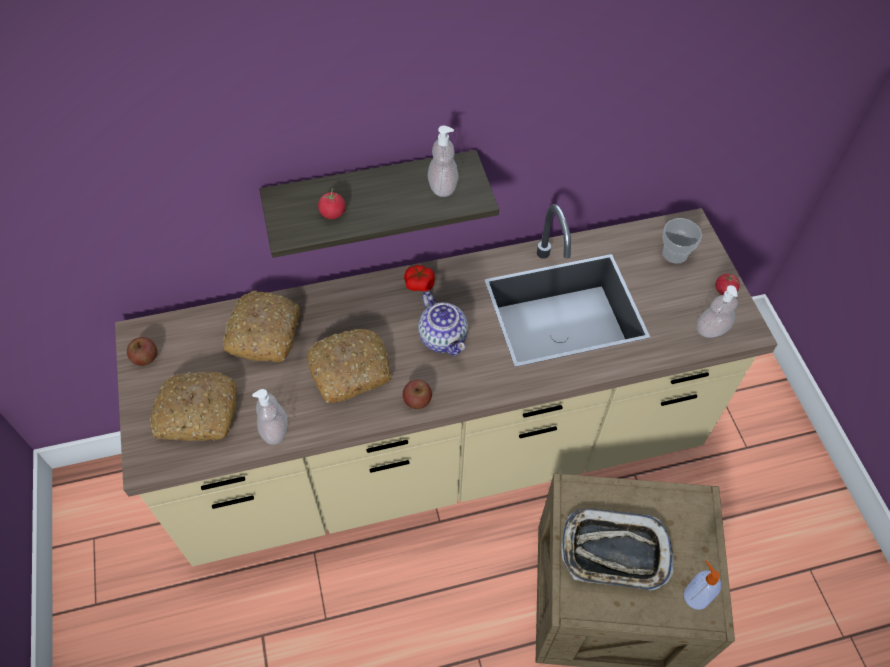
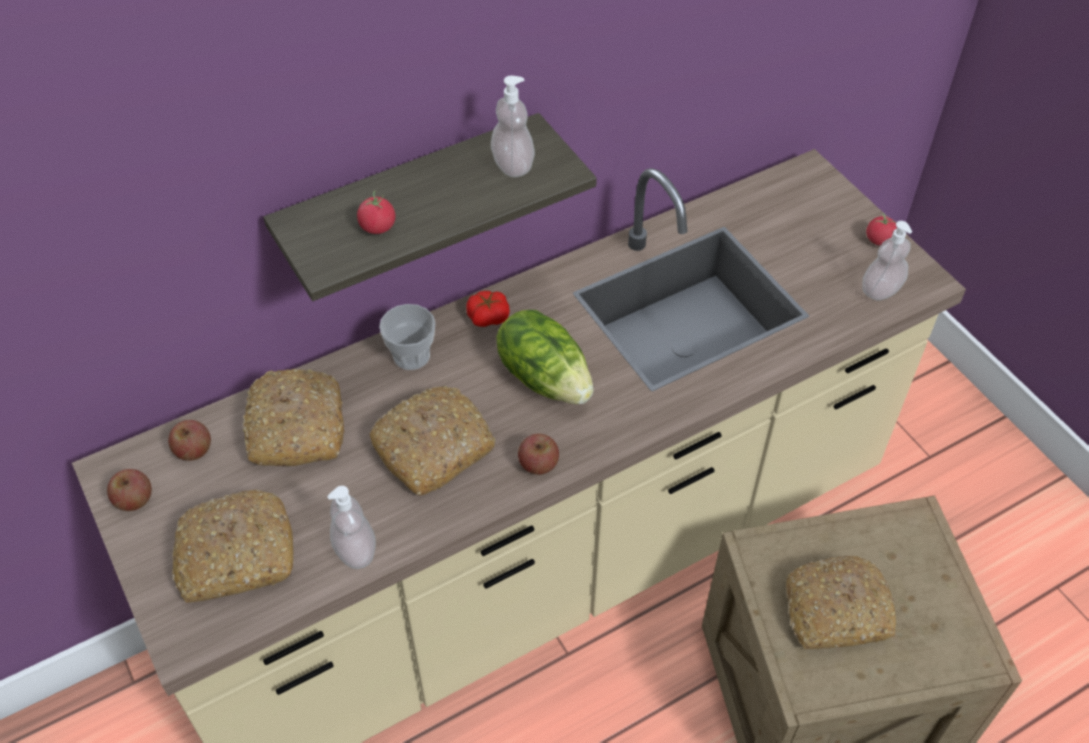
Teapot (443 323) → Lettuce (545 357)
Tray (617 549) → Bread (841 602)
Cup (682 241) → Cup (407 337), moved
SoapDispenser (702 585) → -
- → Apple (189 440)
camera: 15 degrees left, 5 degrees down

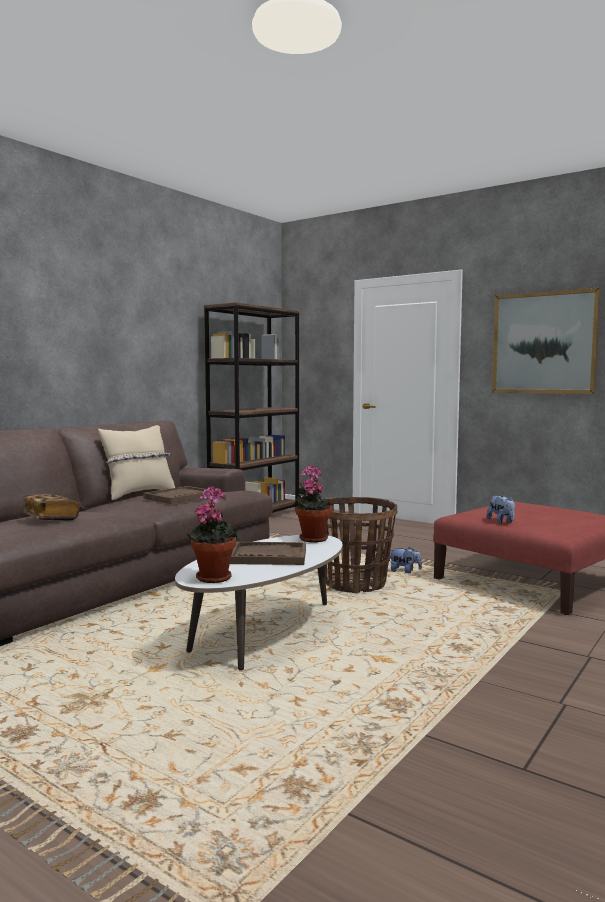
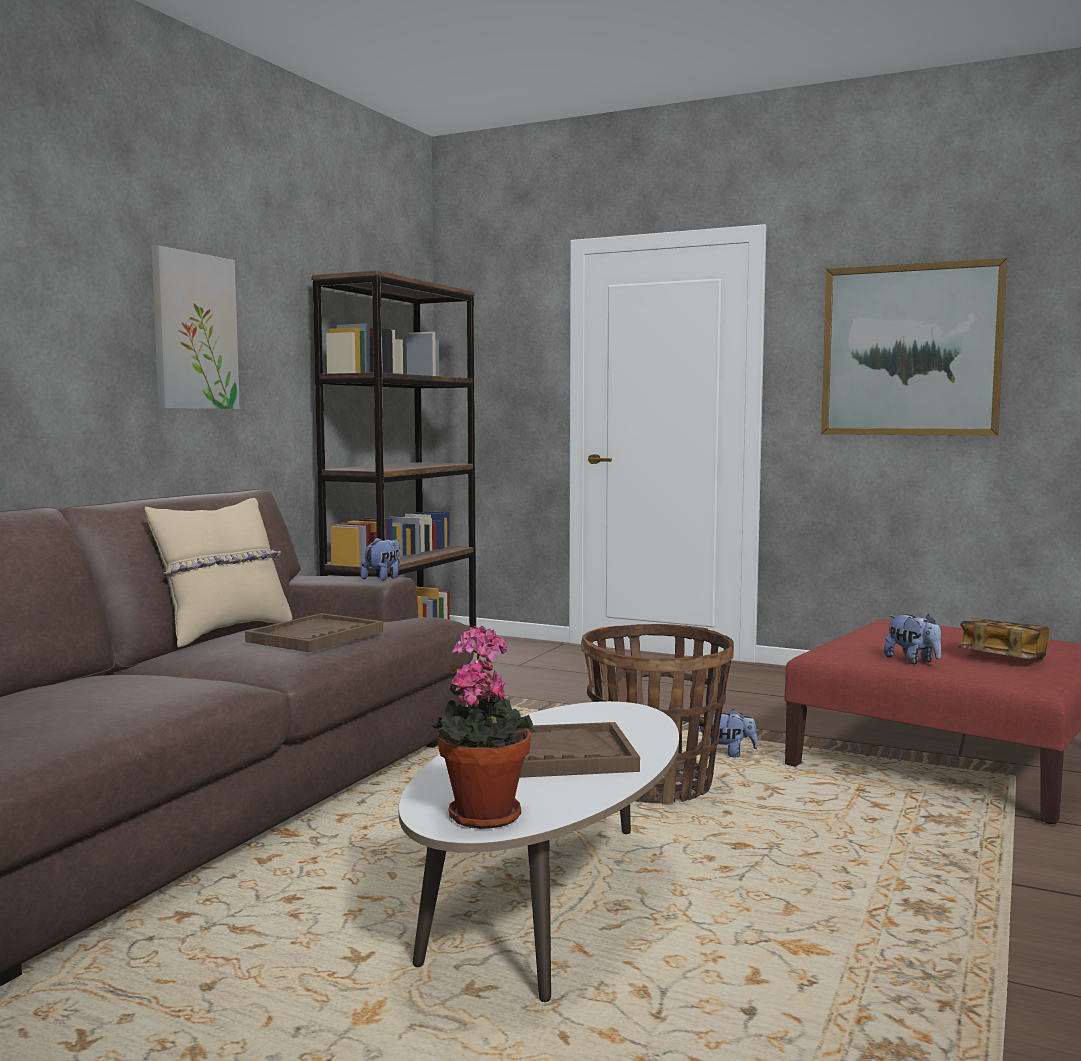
Book (50 507) → Book (1003 639), moved
PottedPlant (312 504) → -
- → Picture (196 327)
- → PlushToy (380 559)
camera: 10 degrees left, 0 degrees up

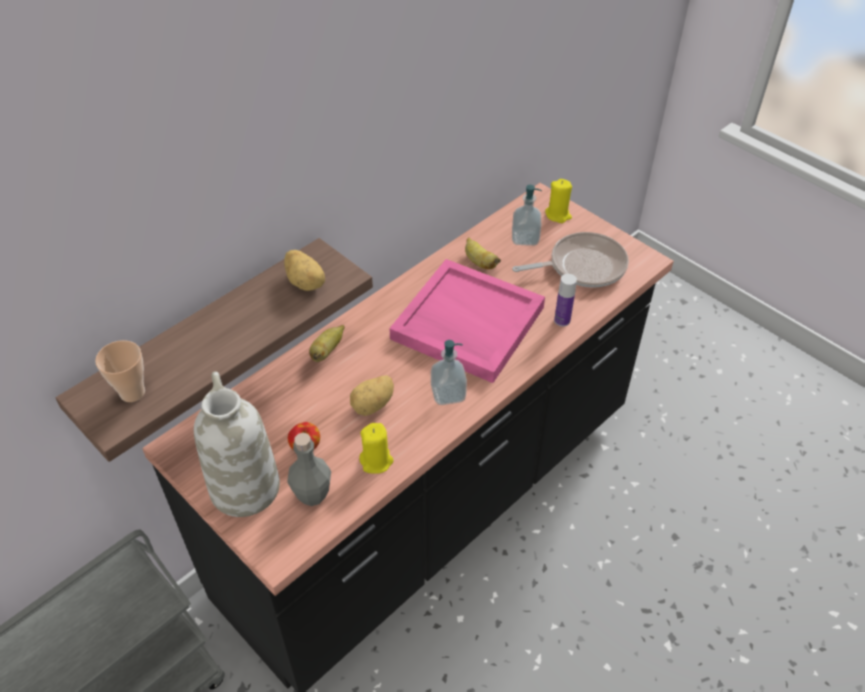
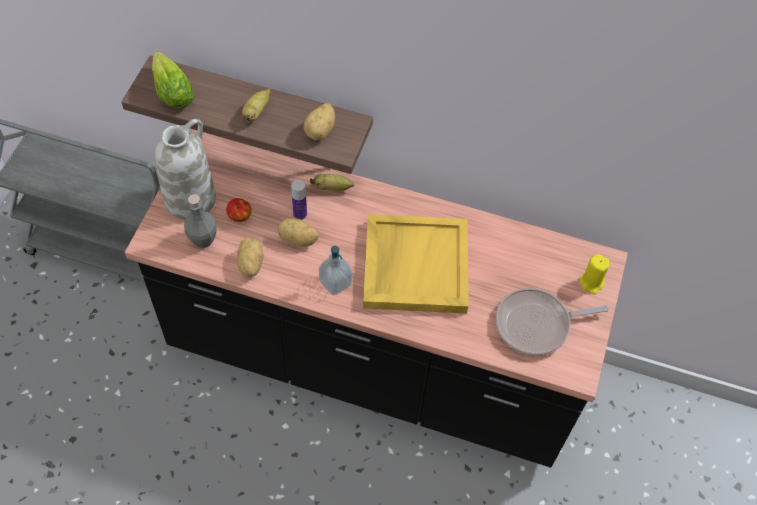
Cup (120 371) → Lettuce (172 80)
YellowCandle (376 448) → Potato (250 257)
PinkTray (467 321) → YellowTray (416 263)
Banana (483 253) → Banana (256 105), moved
SoapDispenser (527 215) → -
FryingPan (570 260) → FryingPan (552 322), 120 degrees clockwise
Bottle (565 300) → Bottle (299 200), moved
camera: 60 degrees right, 10 degrees up

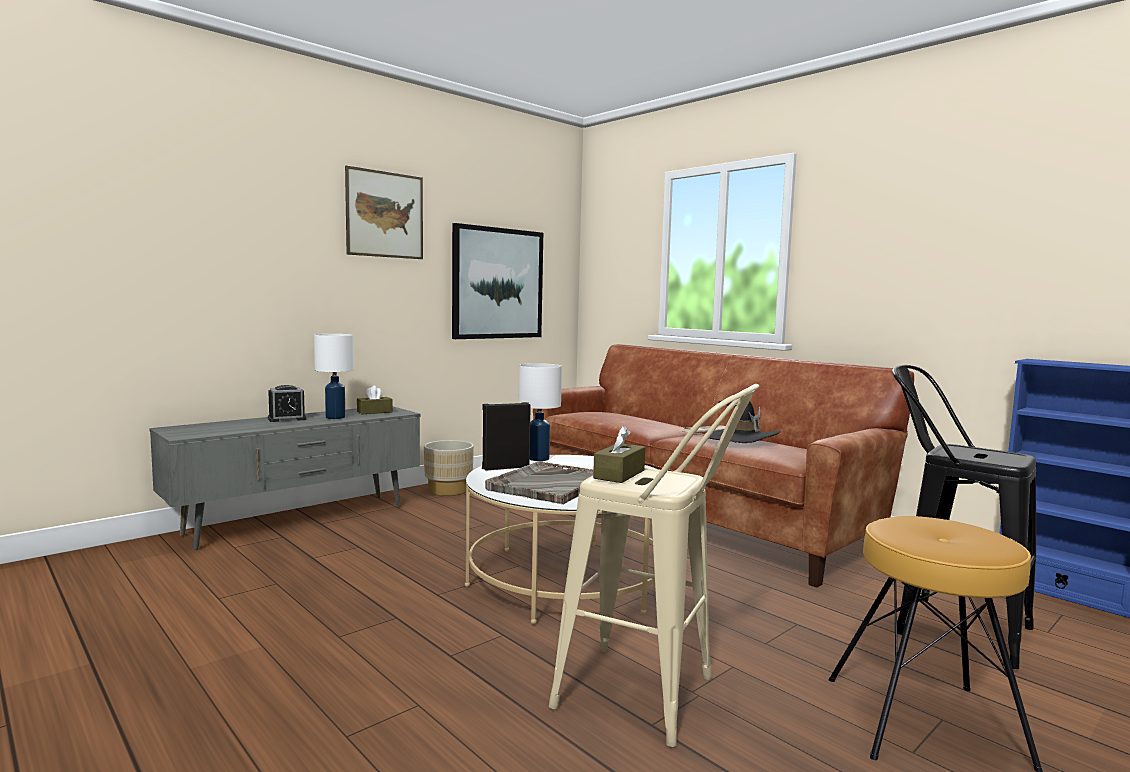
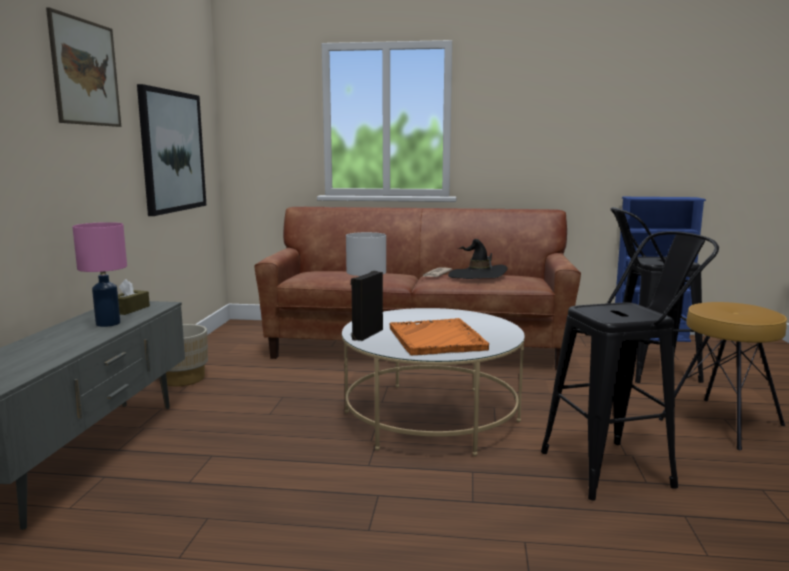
AlarmClock (287 403) → -
WhiteTableLamp (334 376) → PinkTableLamp (99 274)
GreyTray (539 482) → OrangeTray (439 336)
BeigeStool (654 565) → BlackStool (630 366)
BrownTissueBox (619 454) → -
camera: 40 degrees left, 5 degrees up

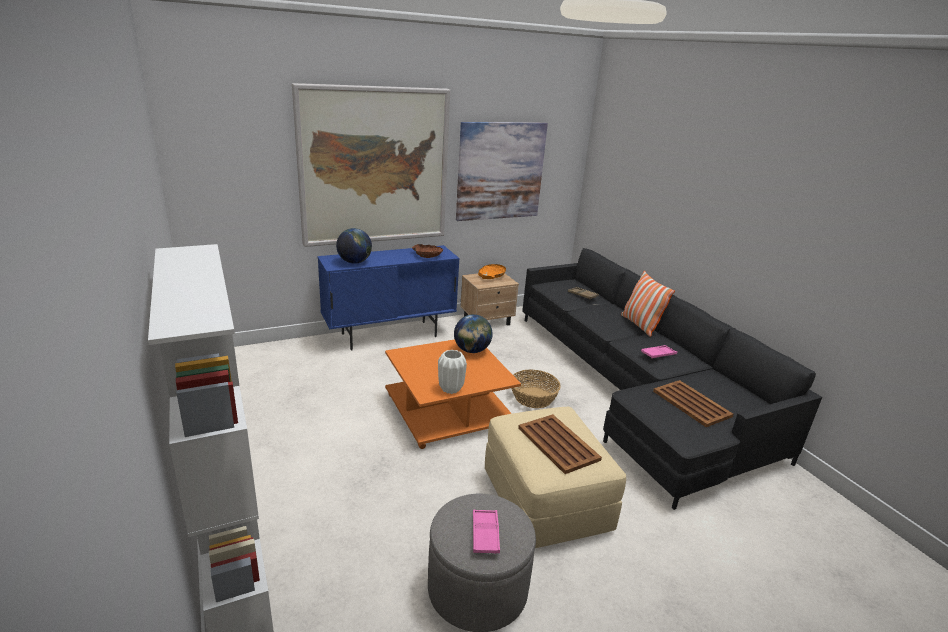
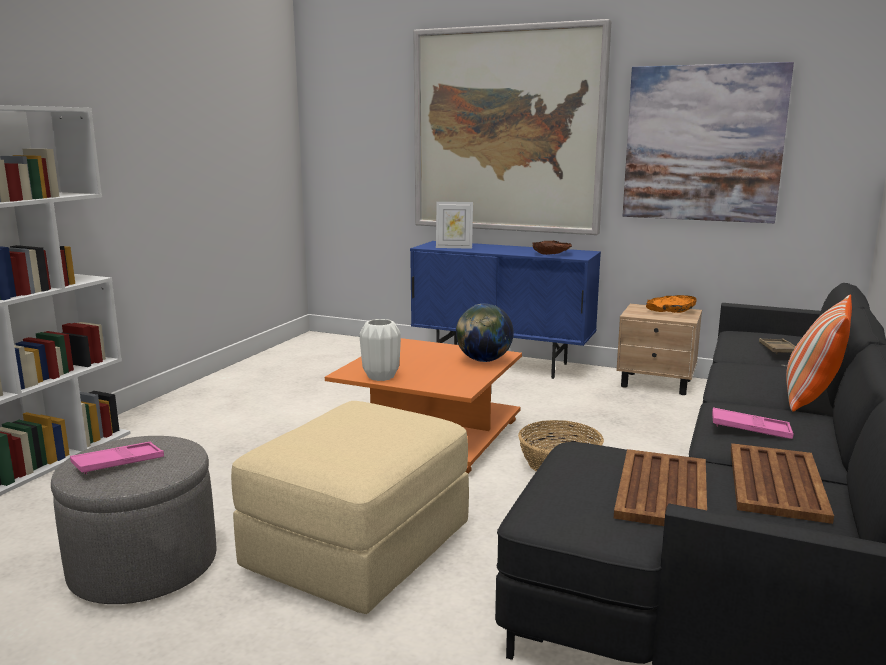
Globe (354 246) → PictureFrame (454 225)
BrownTray (560 444) → BrownTray (782 483), moved
camera: 50 degrees right, 10 degrees down

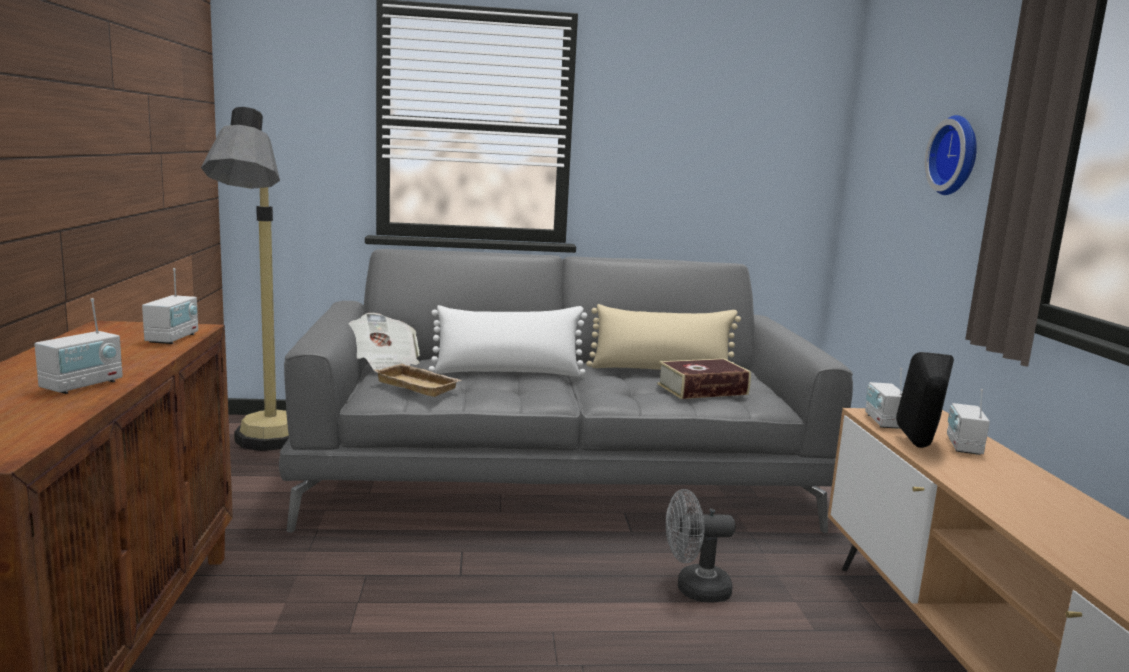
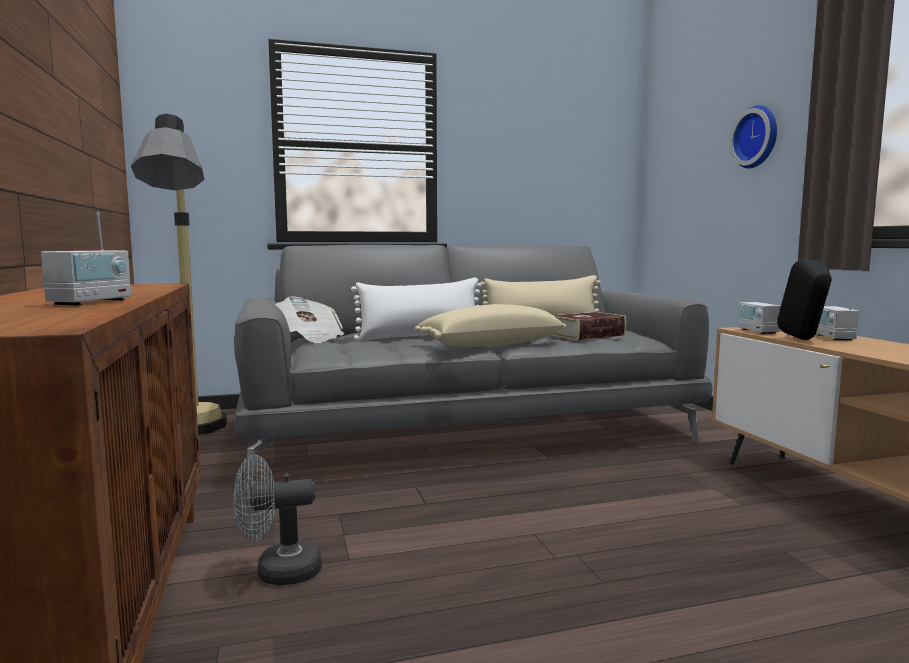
Radio (170 306) → -
BeigeTray (418 380) → -
GreyFan (700 546) → GreyFan (277 520), moved
- → BeigePillow (491 325)
camera: 10 degrees left, 5 degrees down

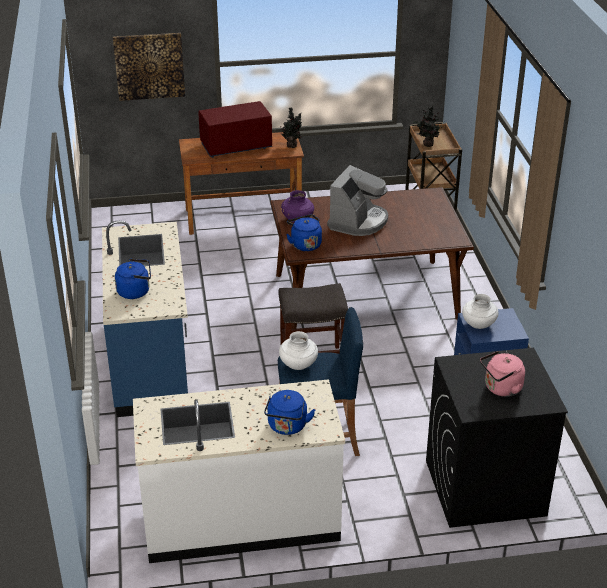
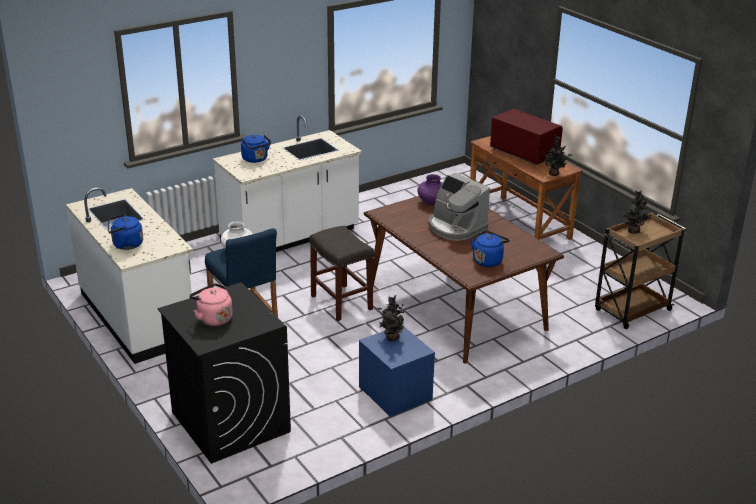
BlueCounter (145 319) → WhiteCounter (287 183)
Picture (149 67) → -
BlueKettle (304 232) → BlueKettle (490 249), moved
CoffeeMachine (357 200) → CoffeeMachine (459 207), 45 degrees clockwise
WhiteVase (480 311) → PottedPlant (392 318)
camera: 65 degrees right, 5 degrees down

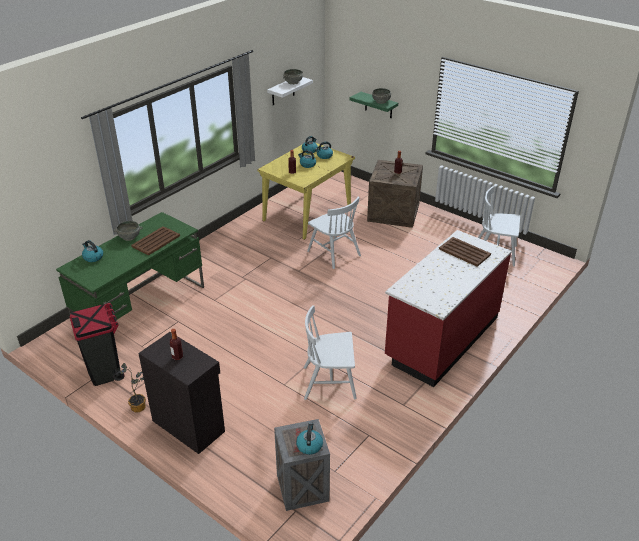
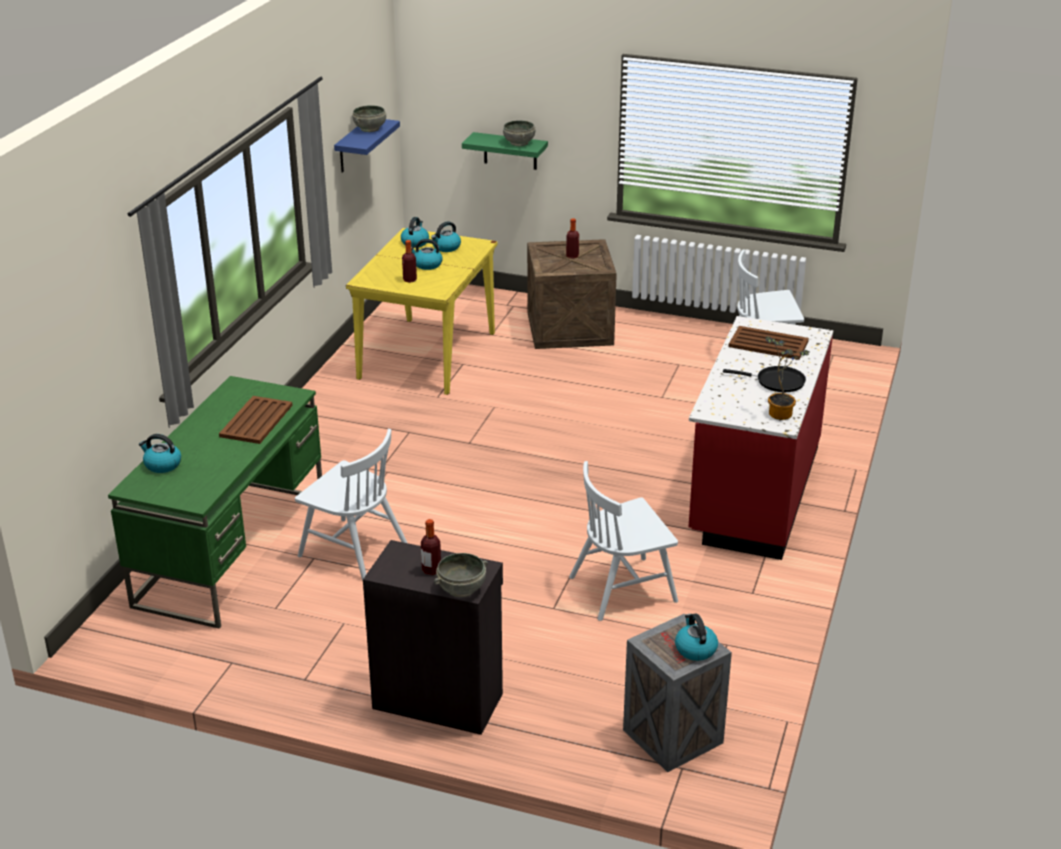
BlackTrashCan (97 344) → -
GreyBowl (128 231) → GreyBowl (461 575), moved
PottedPlant (133 387) → PottedPlant (787 378), moved
WhiteShelf (290 91) → BlueShelf (367 146)
WhiteChair (334 233) → WhiteChair (351 504), moved
- → BlackFryingPan (764 379)
camera: 20 degrees left, 5 degrees down

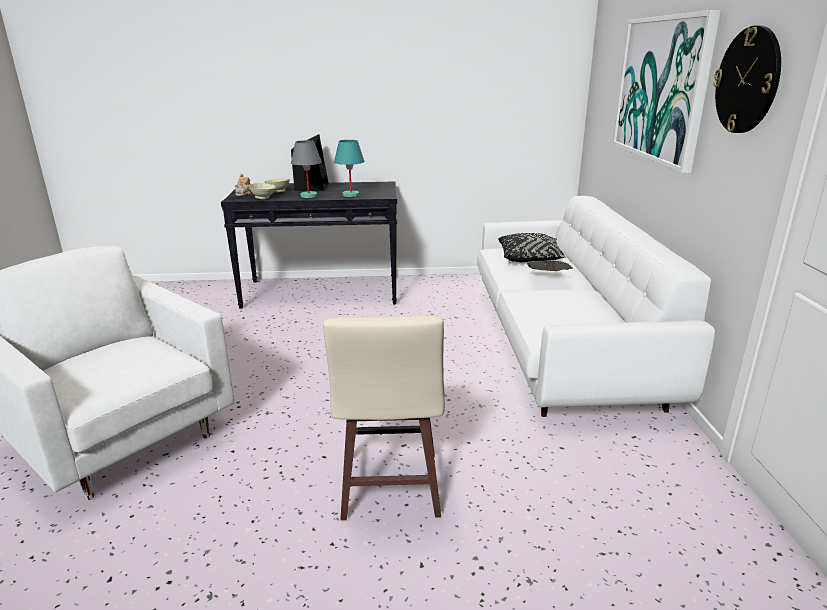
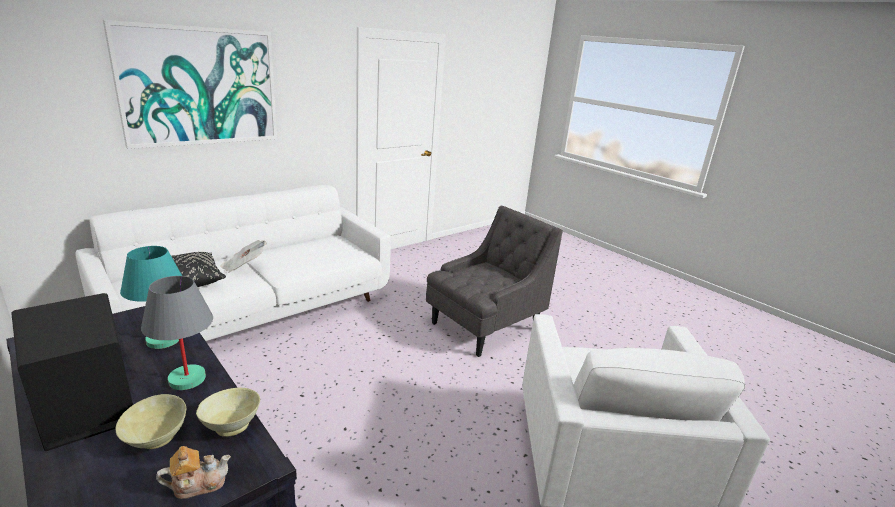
BeigeStool (384 417) → GreyArmchair (494 281)
WallClock (747 79) → -
camera: 130 degrees left, 0 degrees up

